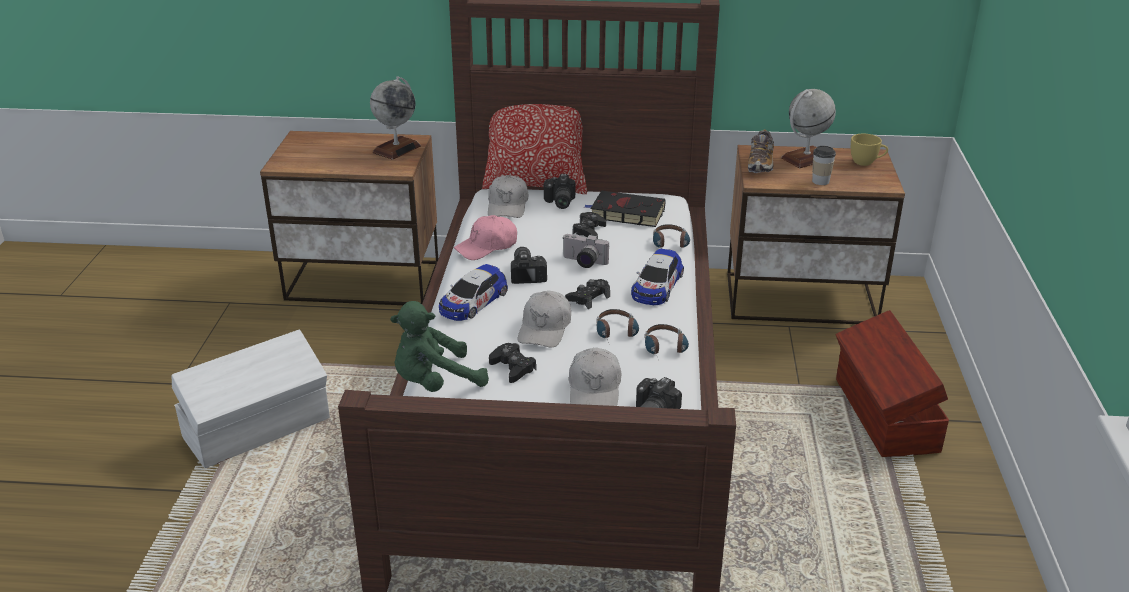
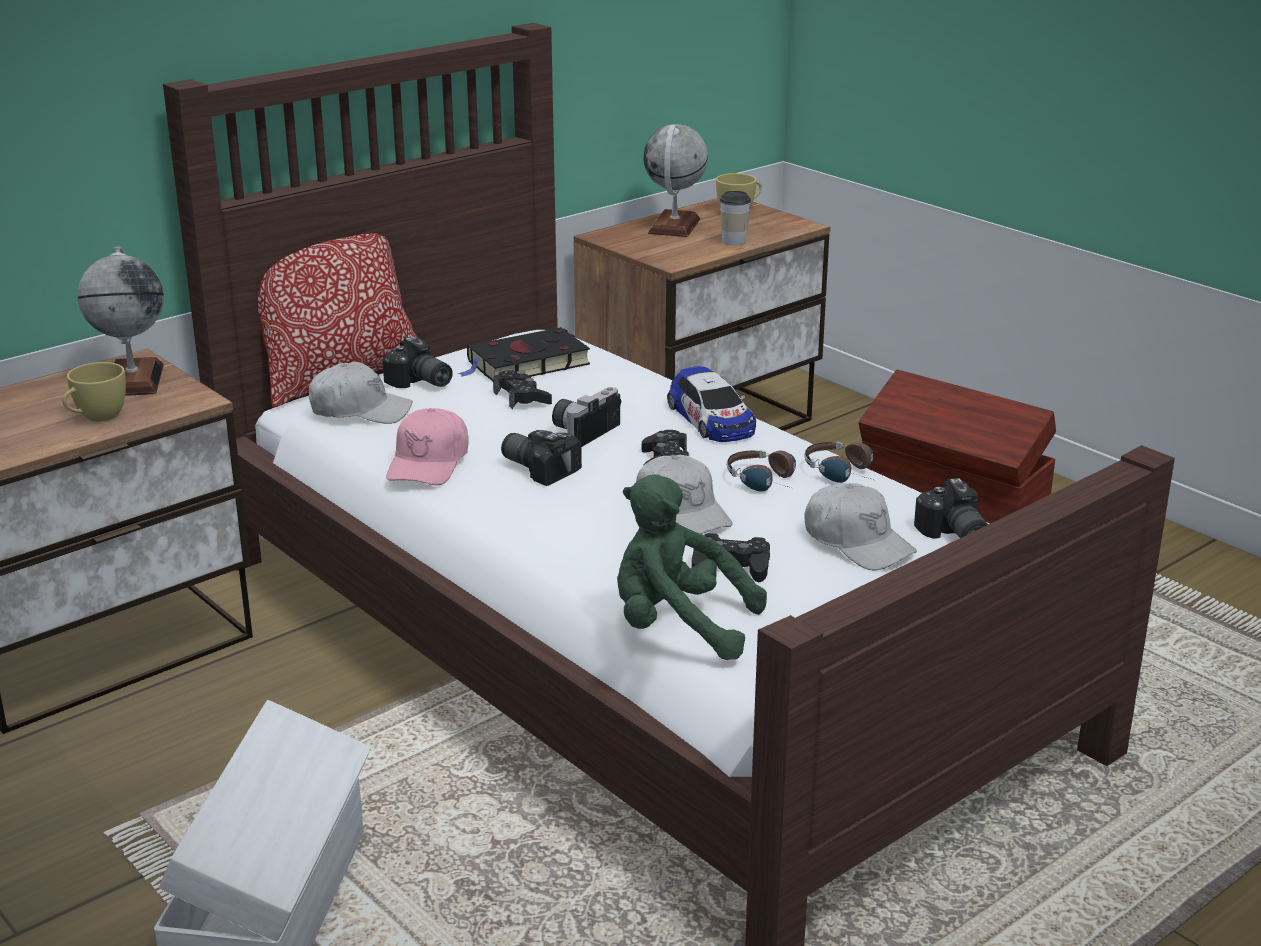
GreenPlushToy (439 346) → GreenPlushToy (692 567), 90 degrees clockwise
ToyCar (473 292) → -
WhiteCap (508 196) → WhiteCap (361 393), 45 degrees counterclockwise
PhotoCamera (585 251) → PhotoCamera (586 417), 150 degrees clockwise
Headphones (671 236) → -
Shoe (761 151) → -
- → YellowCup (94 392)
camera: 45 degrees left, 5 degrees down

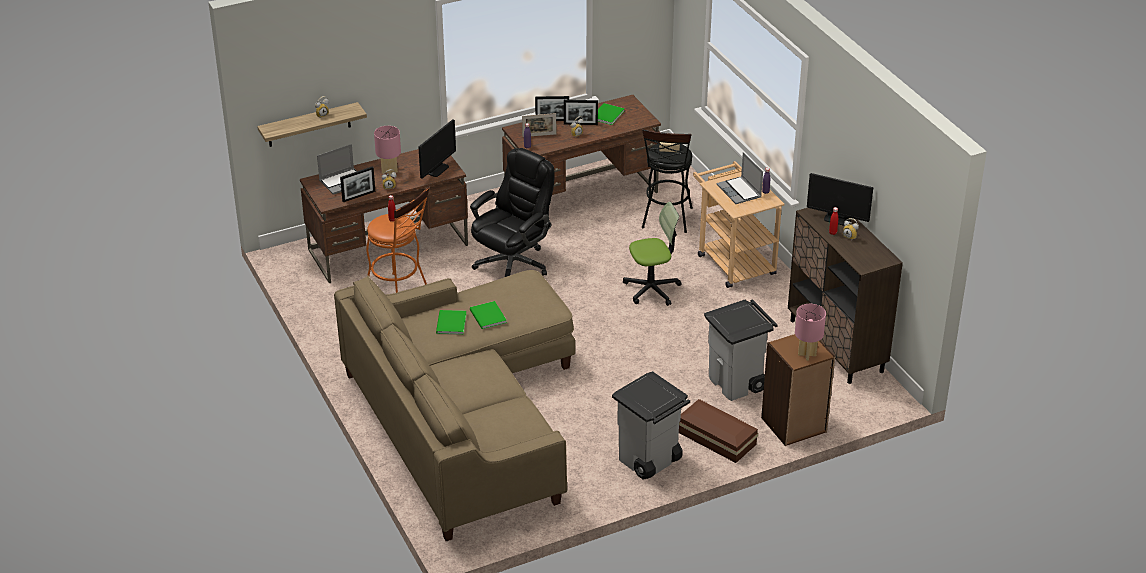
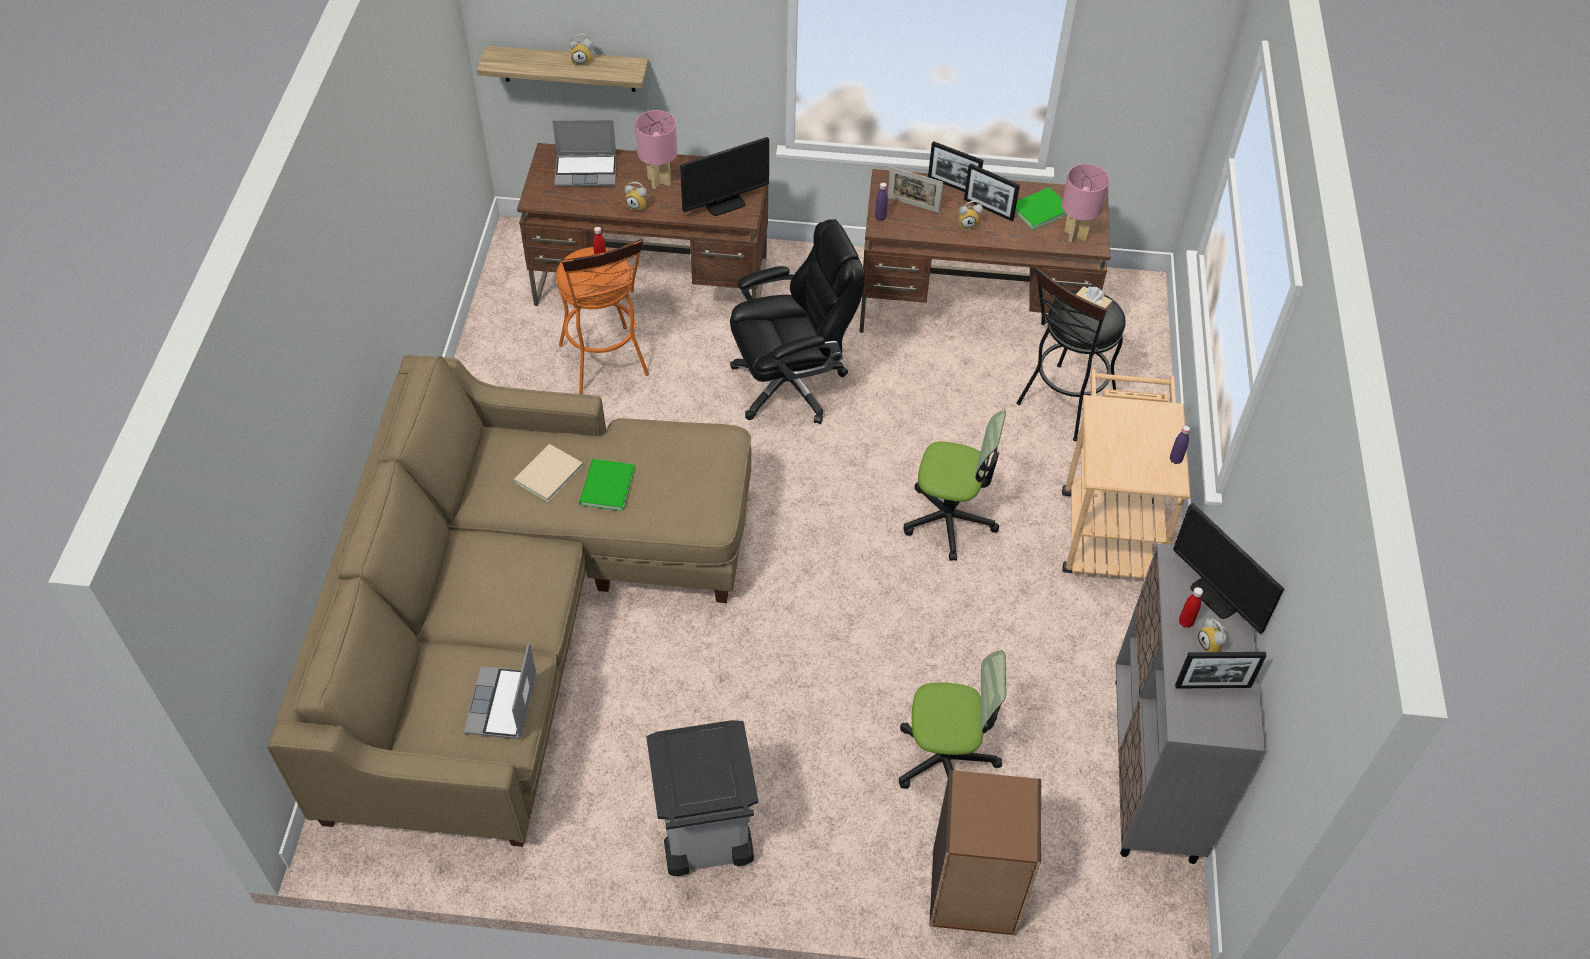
PictureFrame (357 184) → PictureFrame (1221 670), moved
GreenBook (451 322) → BeigeBook (548 473)
BrownStorageBox (718 431) → -
GreyTrashCan (741 350) → OfficeChair (952 719)
Laptop (740 178) → Laptop (500 690), moved
BrownCabinet (845 296) → GreyCabinet (1190 704)
PinkTableLamp (810 332) → PinkTableLamp (1085 203), moved
camera: 30 degrees right, 15 degrees up

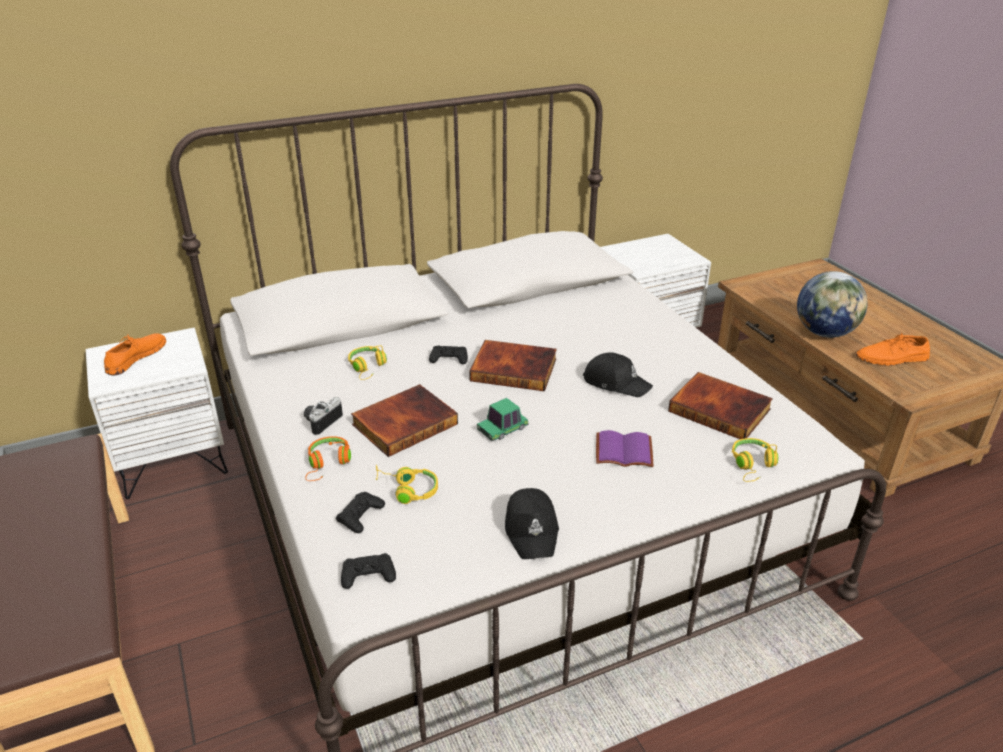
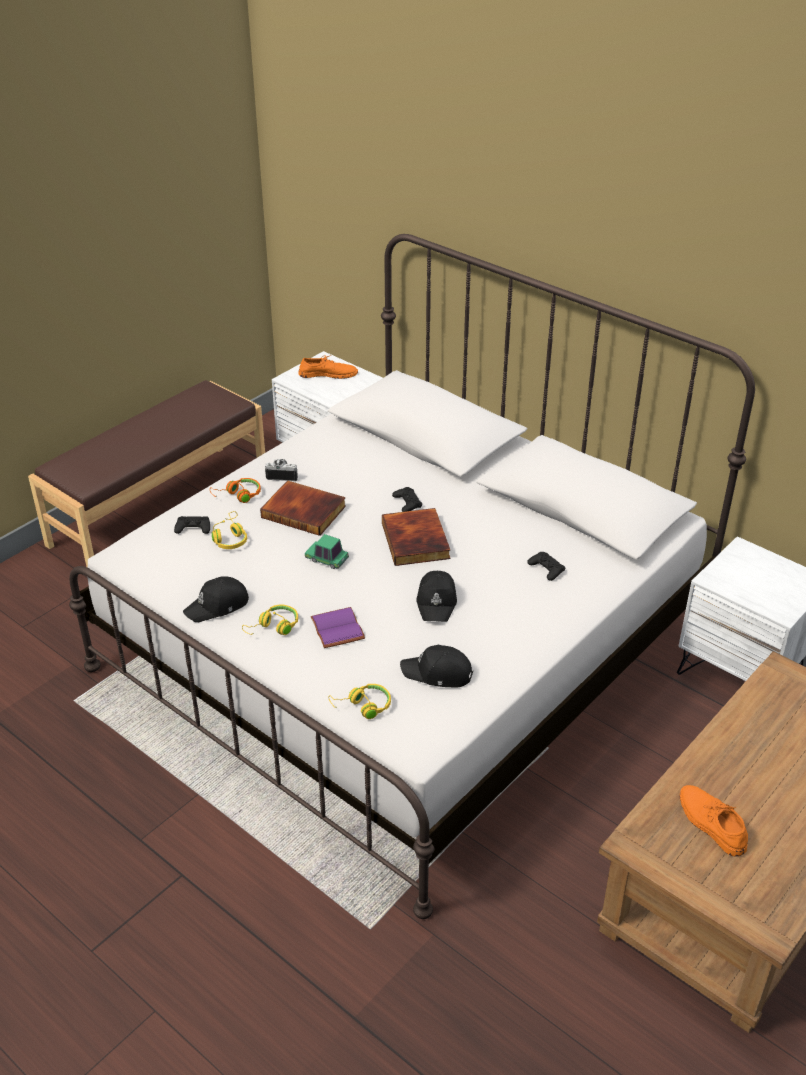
BlackGameController (368 571) → BlackGameController (546 566), moved
YellowHeadphones (367 362) → YellowHeadphones (270 620), moved
Book (720 405) → BlackCap (436 666)
Globe (832 304) → -
camera: 65 degrees right, 5 degrees up

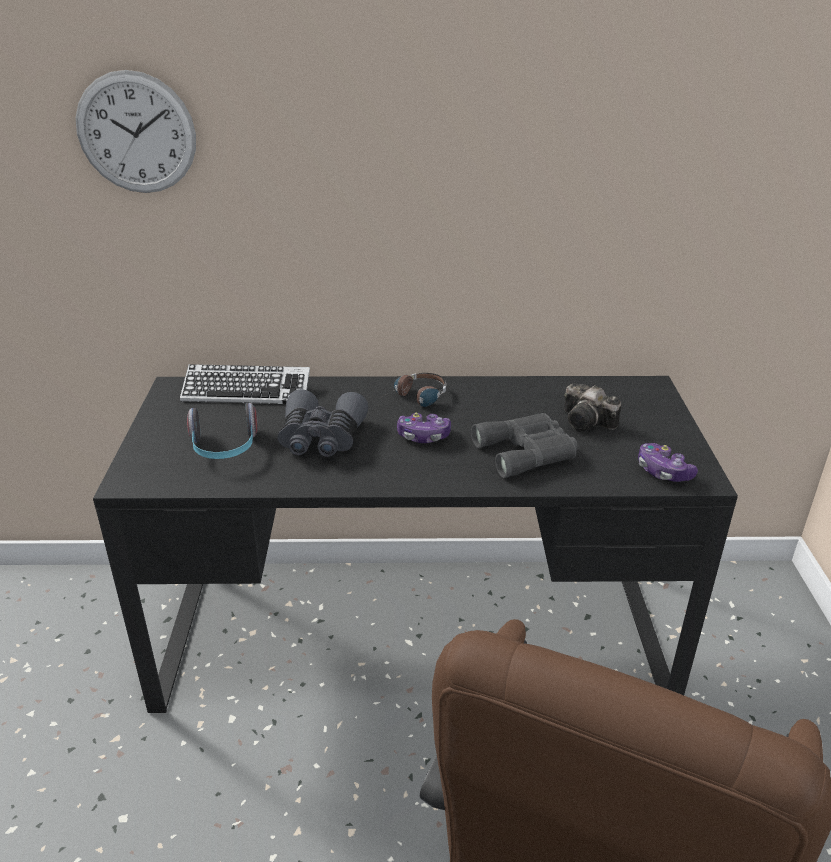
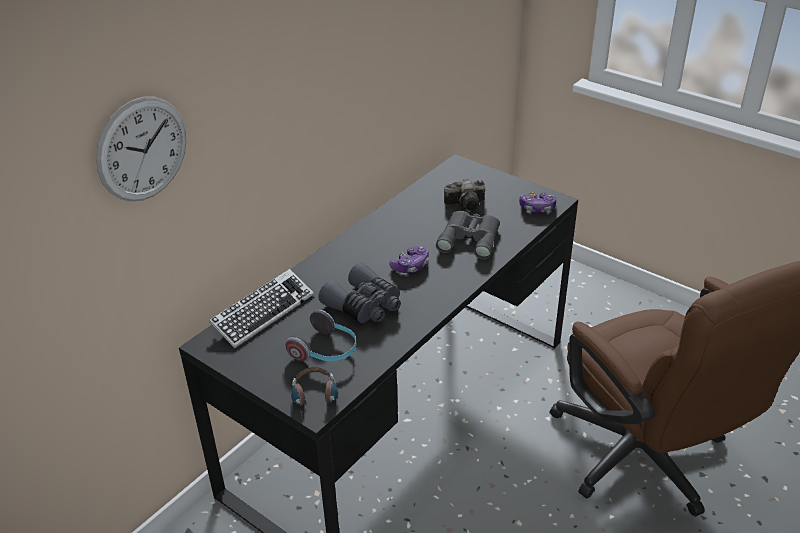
Headphones (413 390) → Headphones (314 391), moved
camera: 50 degrees left, 5 degrees up

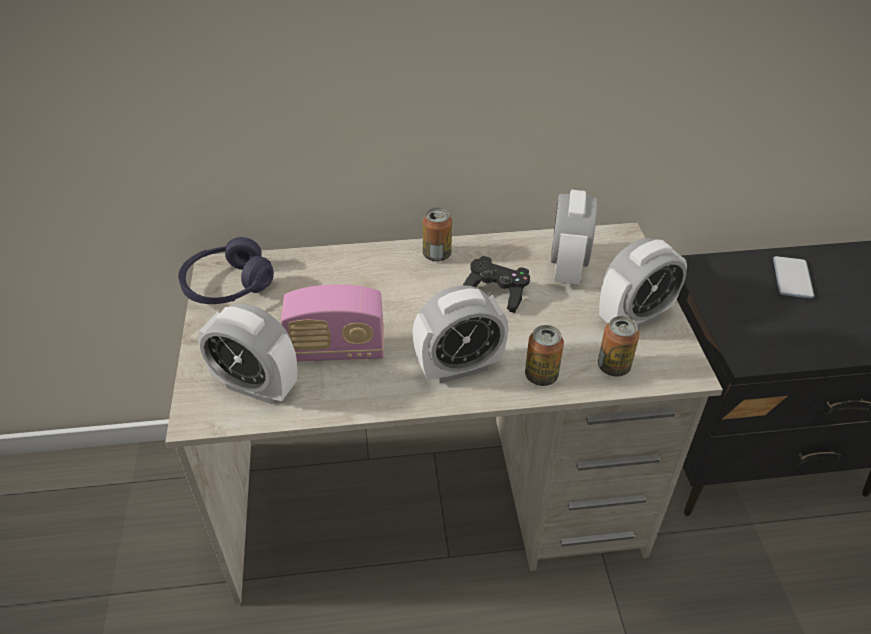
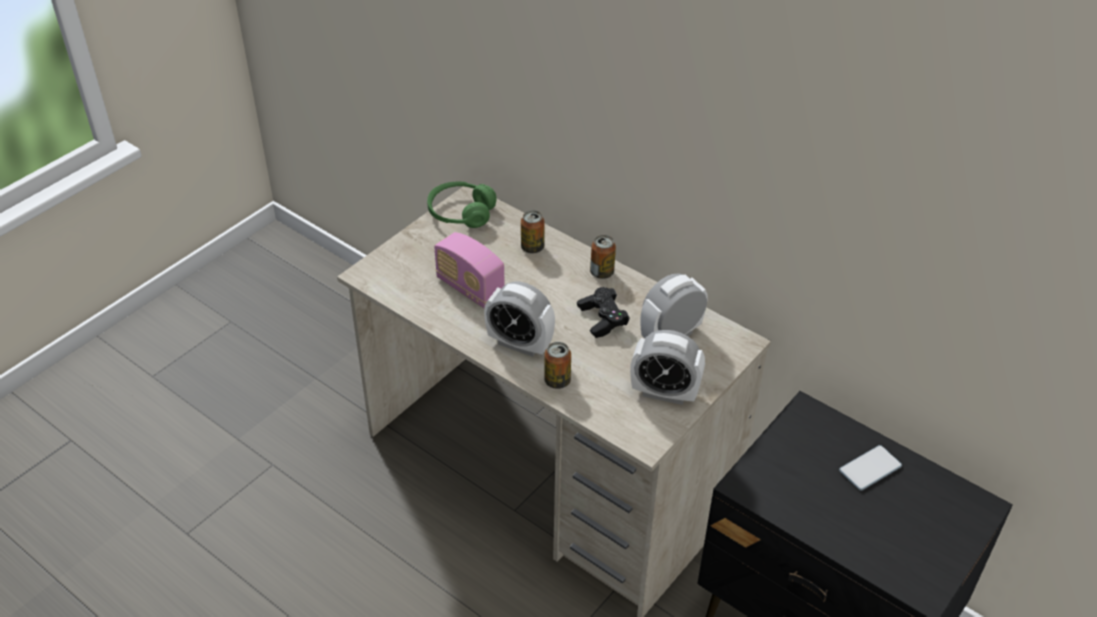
PurpleHeadphones (226 270) → GreenHeadphones (462 205)
AlarmClock (247 353) → -
Can (619 346) → Can (533 231), moved
camera: 45 degrees right, 0 degrees up

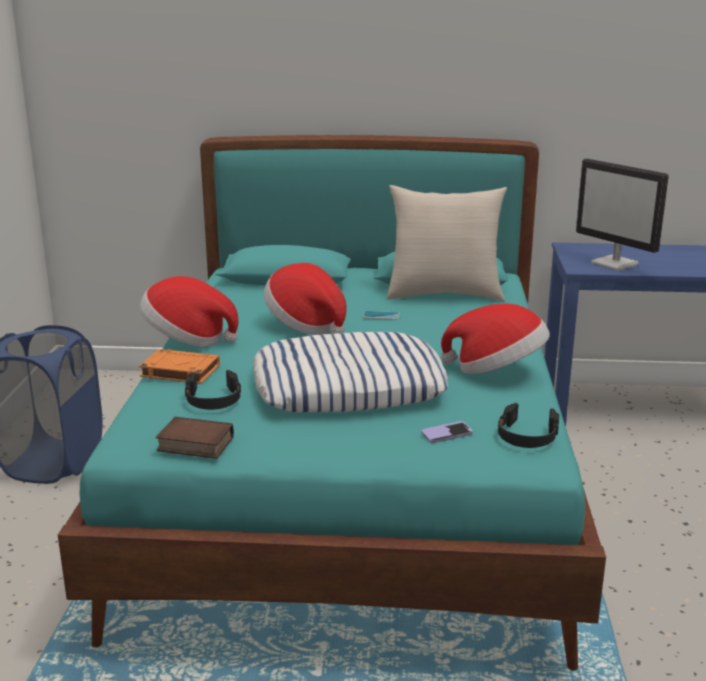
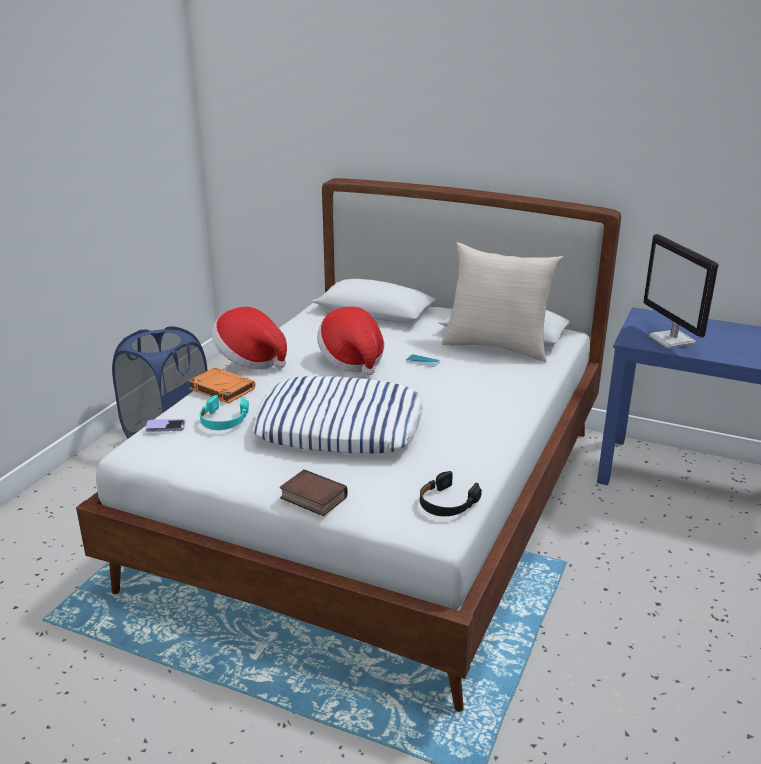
TurquoiseBed (332 402) → WhiteBed (348 445)
Book (195 438) → Book (314 492), moved
BlackHeadphones (213 390) → TurquoiseHeadphones (224 412)
Phone (447 432) → Phone (165 425), moved
Hat (495 338) → -
camera: 20 degrees right, 5 degrees up

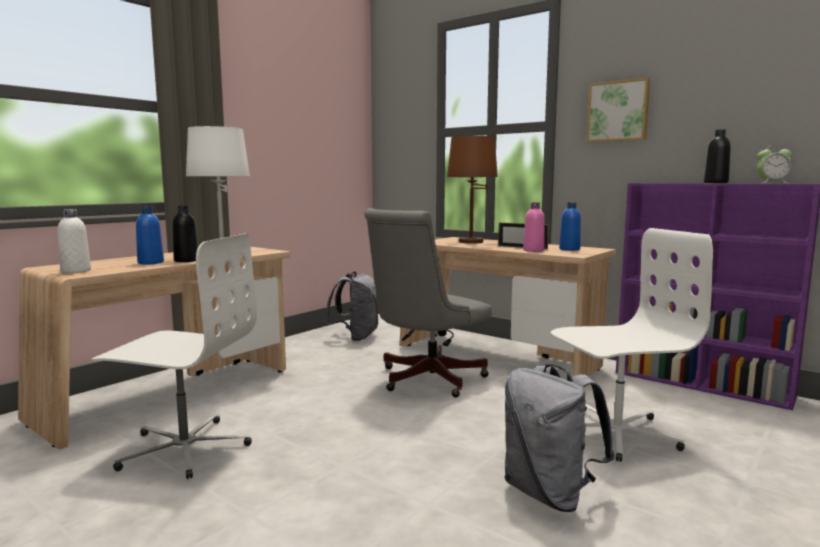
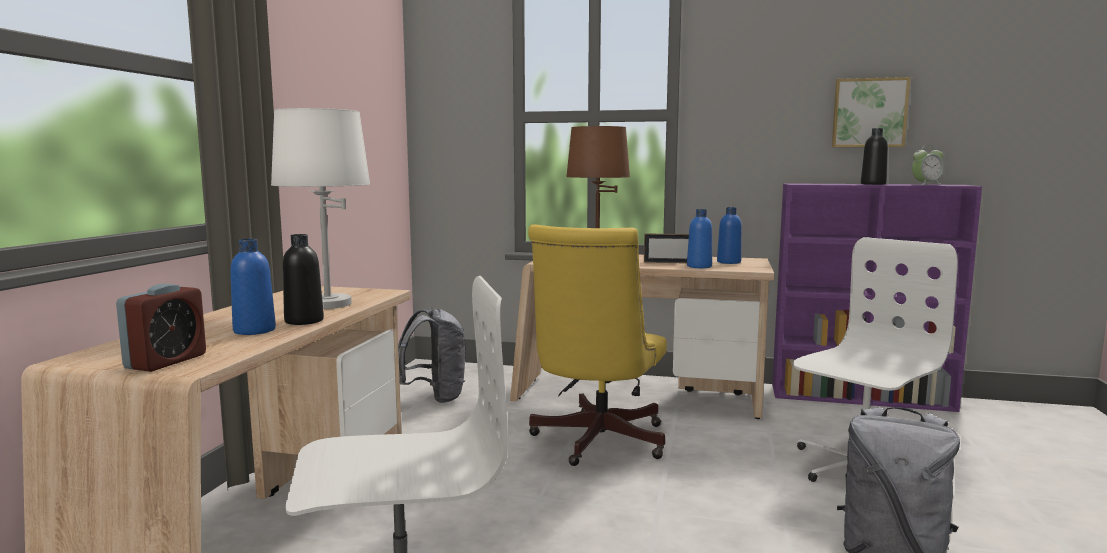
WhiteBottle (74 241) → AlarmClock (161 328)
GreyOfficeChair (428 302) → YellowOfficeChair (597 345)
PinkBottle (534 227) → BlueBottle (699 238)
Picture (618 110) → Picture (871 112), moved
camera: 25 degrees left, 0 degrees up

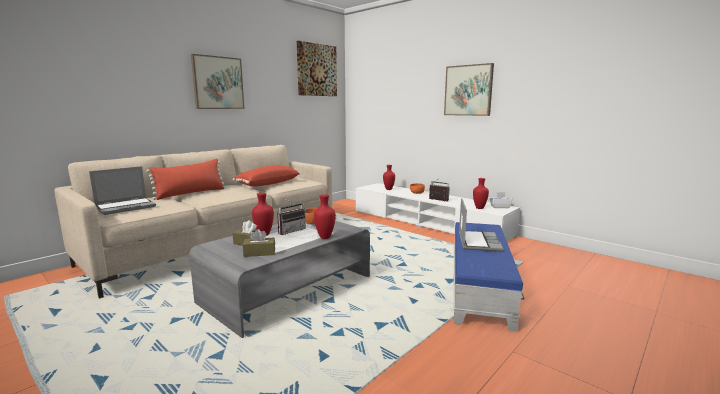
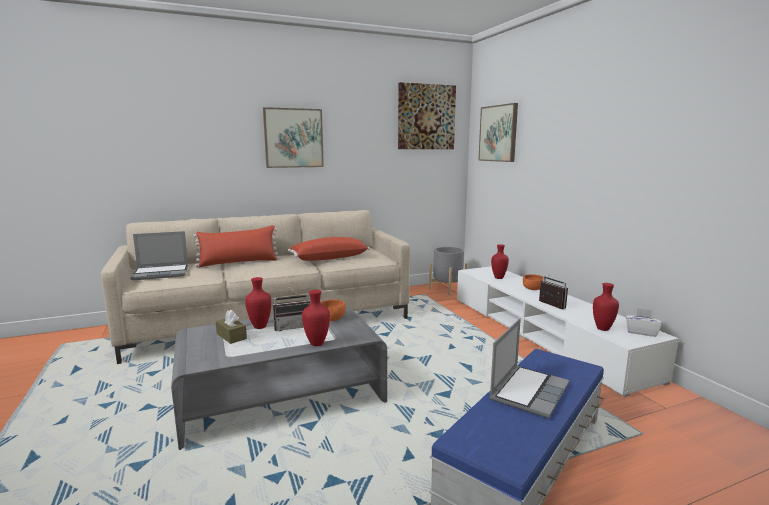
BrownTissueBox (259 243) → -
Picture (469 89) → Picture (498 132), moved
- → GreyPlanter (448 271)
camera: 25 degrees right, 0 degrees up

